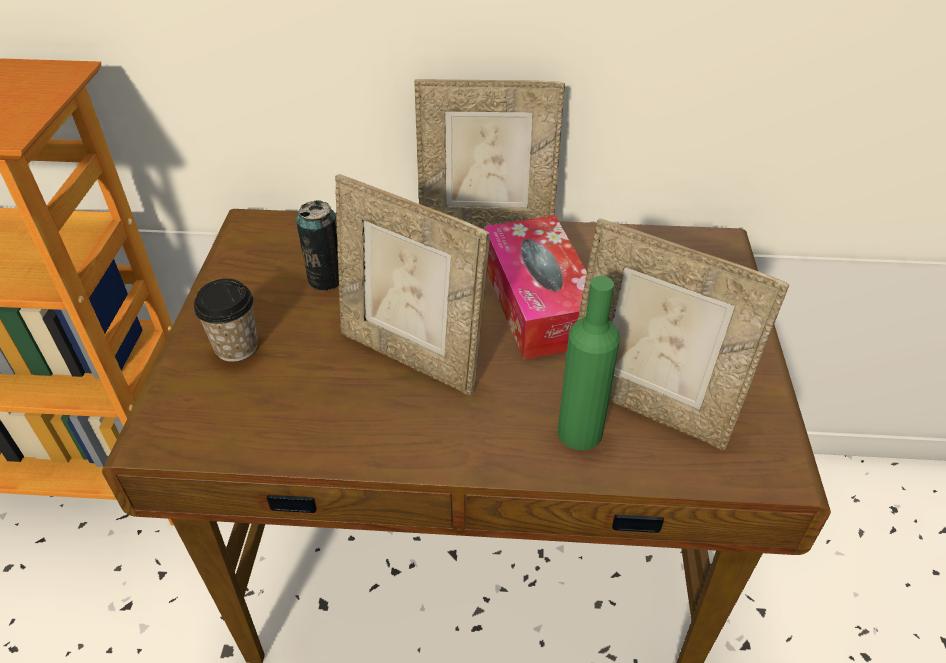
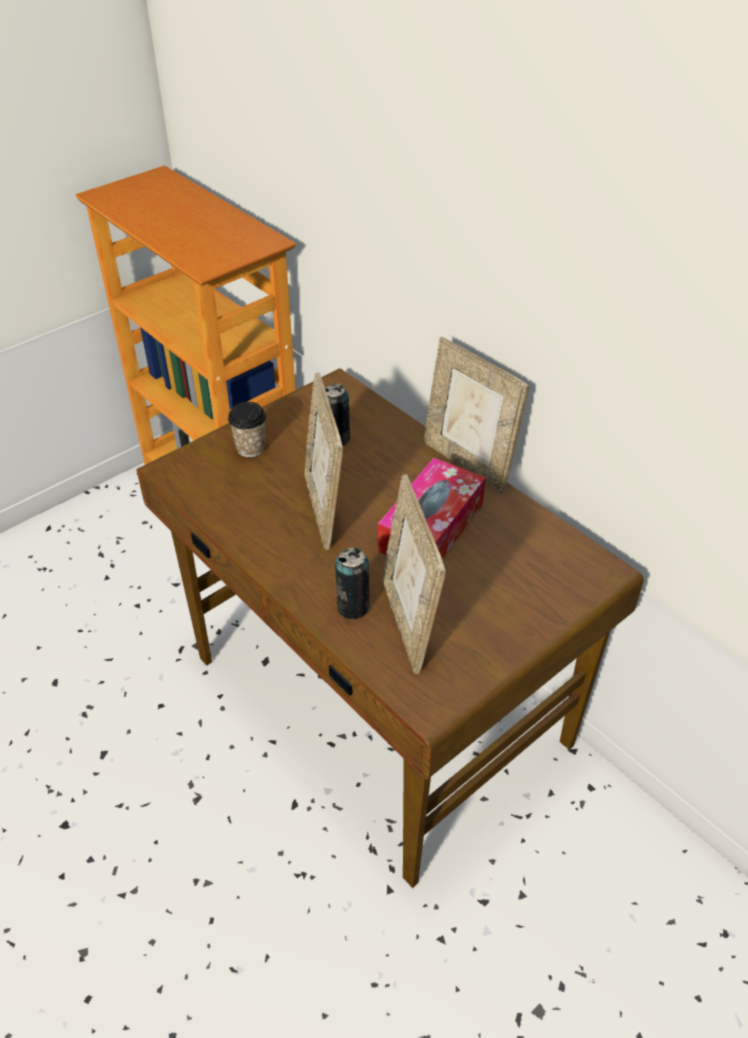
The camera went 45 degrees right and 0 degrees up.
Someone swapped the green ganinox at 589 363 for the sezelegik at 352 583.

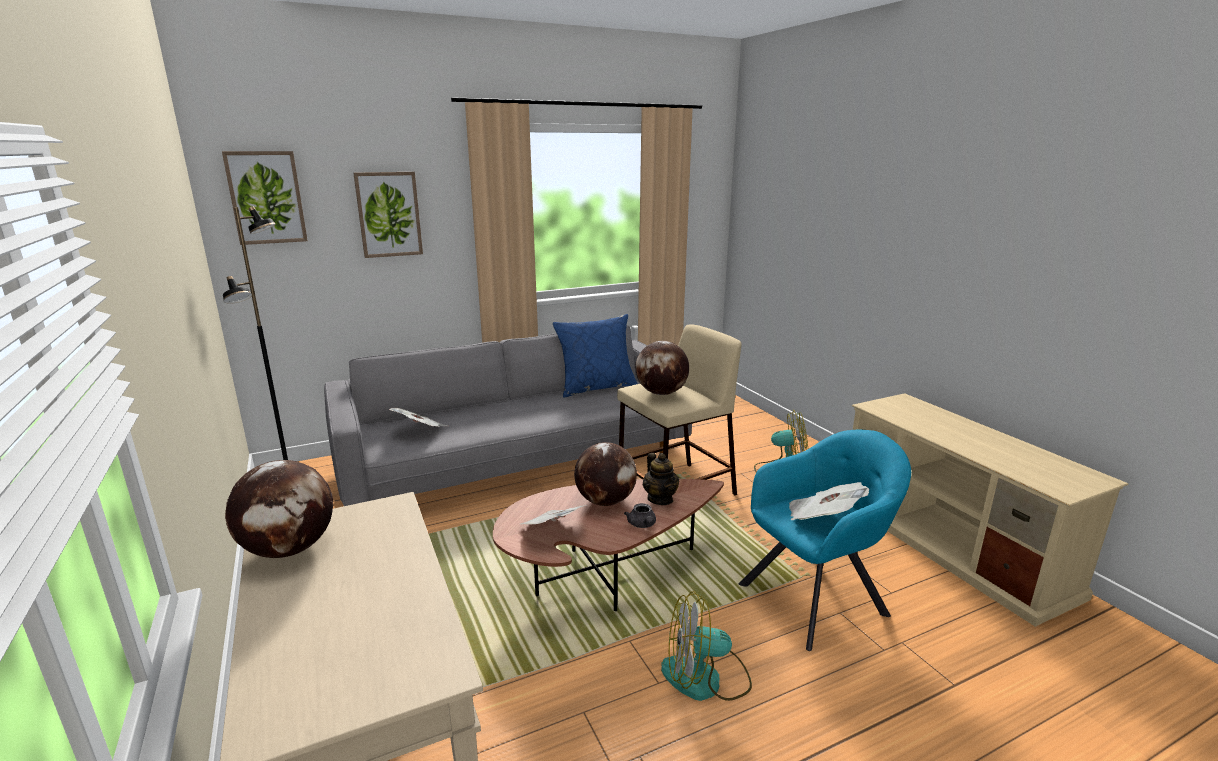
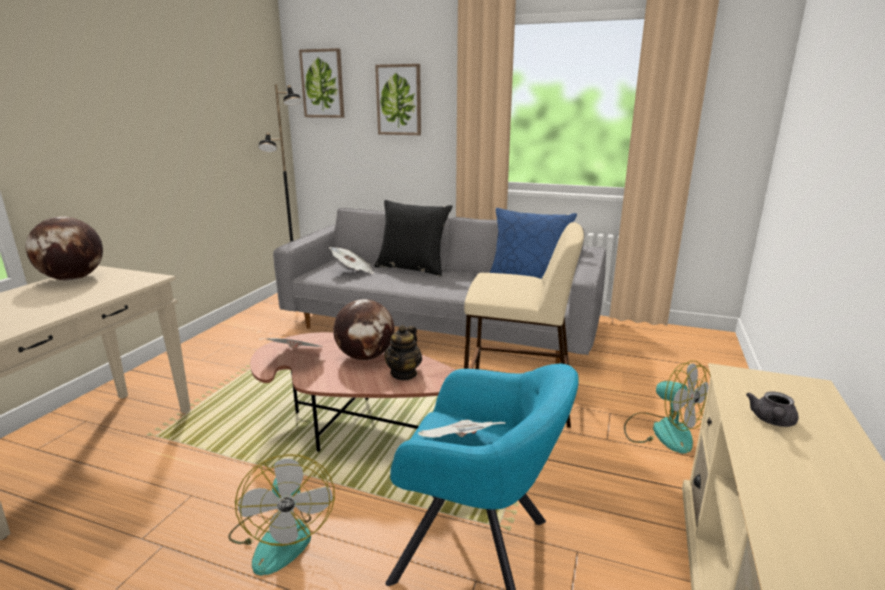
The camera went 45 degrees right and 0 degrees up.
Someone carried the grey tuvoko from 640 515 to 772 409.
Someone took away the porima at 662 368.
Someone rotated the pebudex at 706 646 by 150 degrees counterclockwise.
Someone put down the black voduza at 413 238.

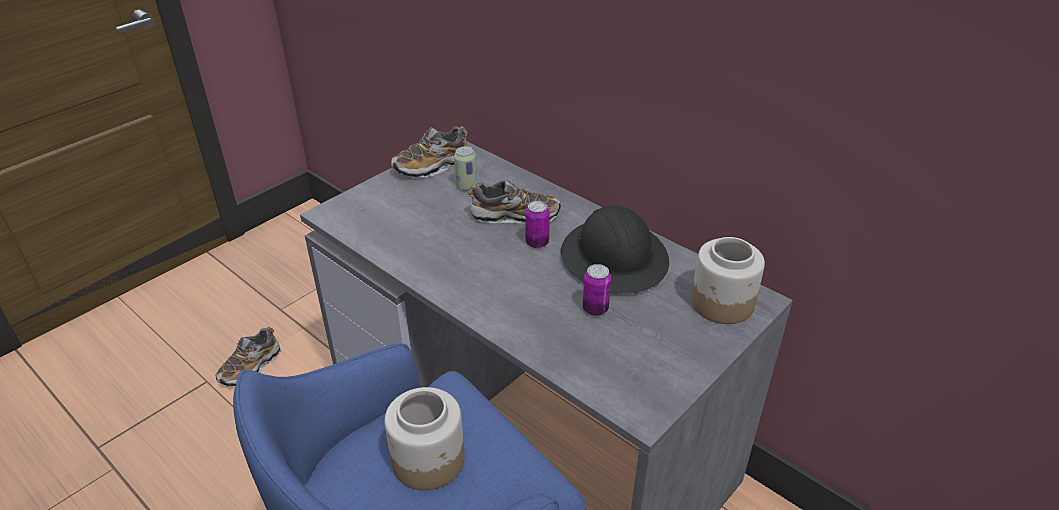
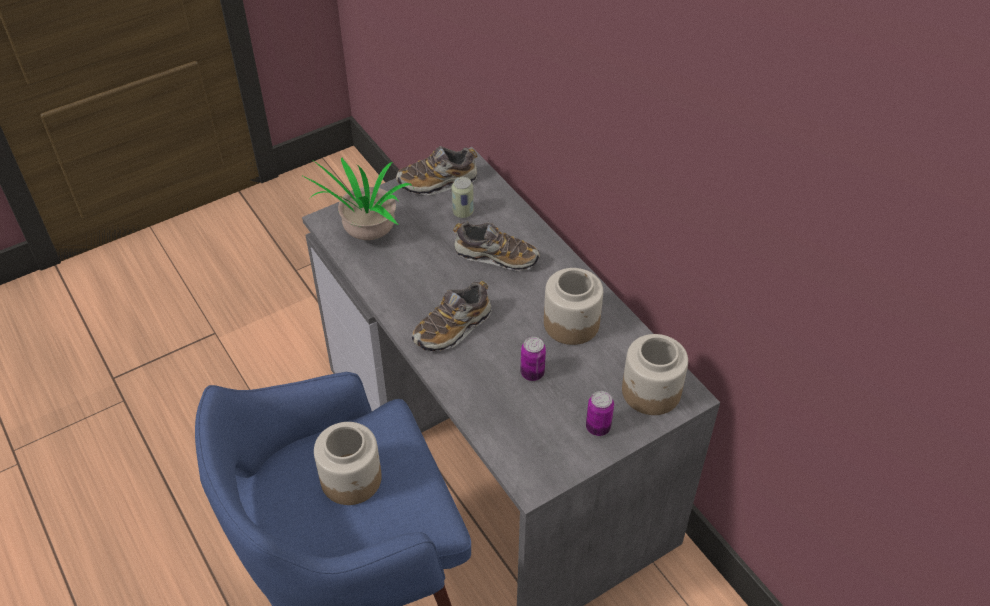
The camera went 15 degrees right and 10 degrees up.
Someone carried the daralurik from 248 356 to 452 316.
Someone carried the sezelegik from 537 224 to 600 413.
Someone swapped the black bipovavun at 615 249 for the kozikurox at 573 306.
Someone put down the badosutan at 356 199.

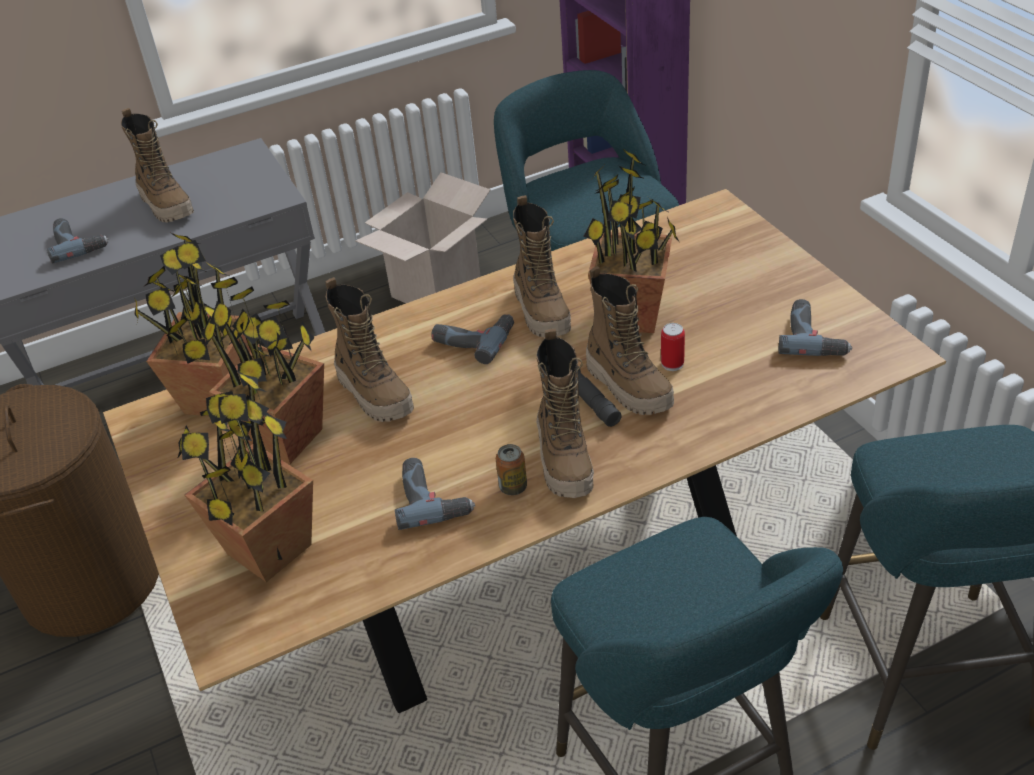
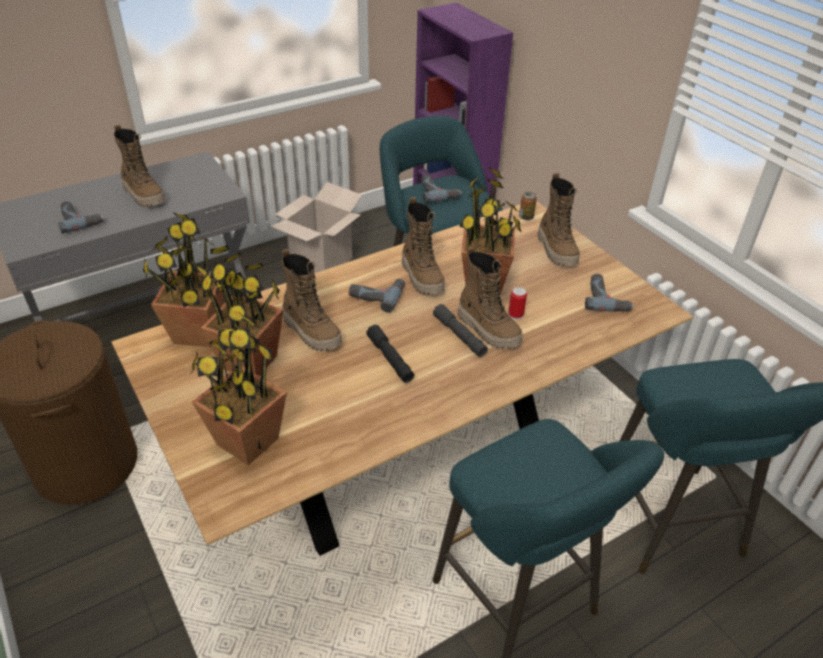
The camera went 10 degrees left and 0 degrees up.
Someone carried the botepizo from 435 494 to 441 188.
Someone carried the sezelegik from 511 469 to 528 206.
Someone carried the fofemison from 565 413 to 559 219.
Someone put down the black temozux at 390 354.

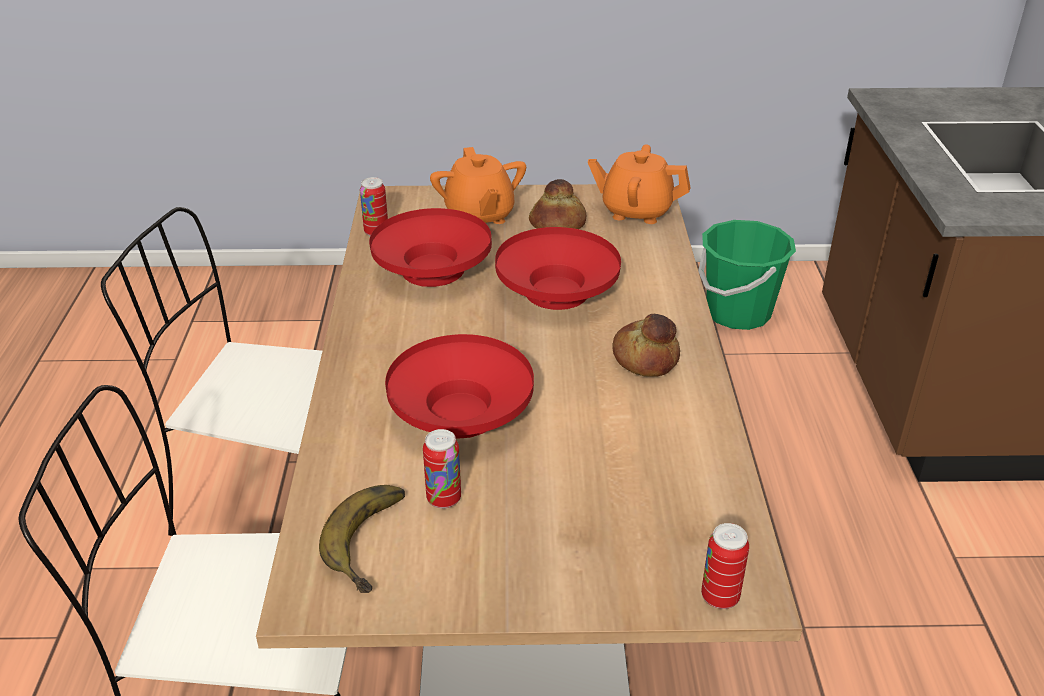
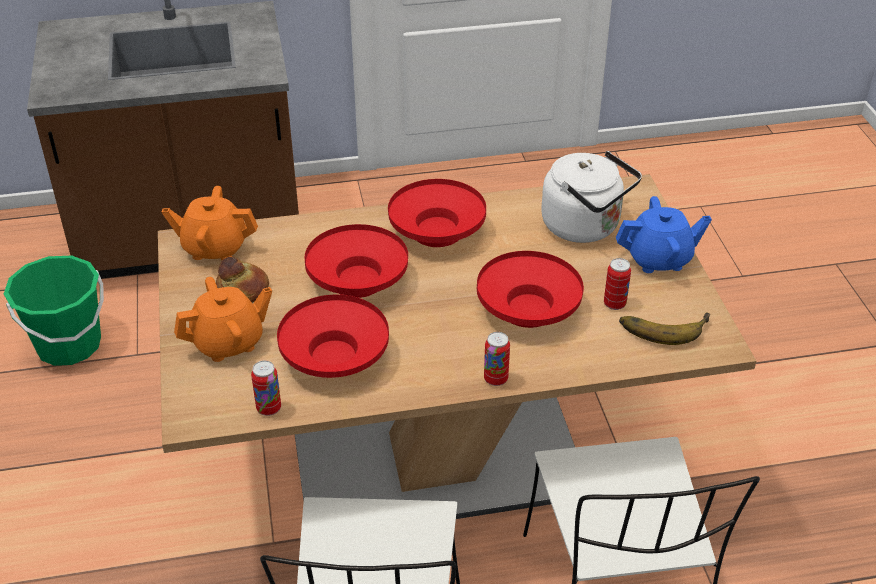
The camera went 100 degrees left and 5 degrees up.
Someone rotated the orange tuvoko at 639 184 by 90 degrees clockwise.
Someone swapped the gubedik at 646 345 for the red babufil at 437 213.
Someone carried the sezelegik from 725 566 to 497 359.
Someone put down the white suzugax at 591 197.
Someone put down the blue tuvoko at 664 234.

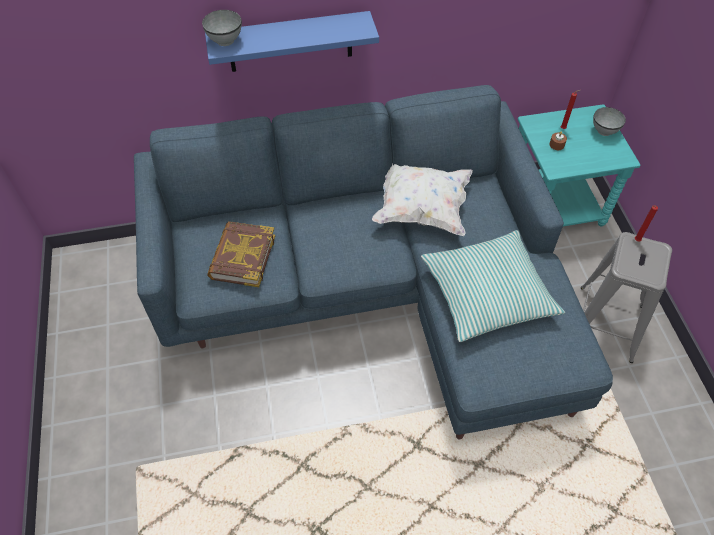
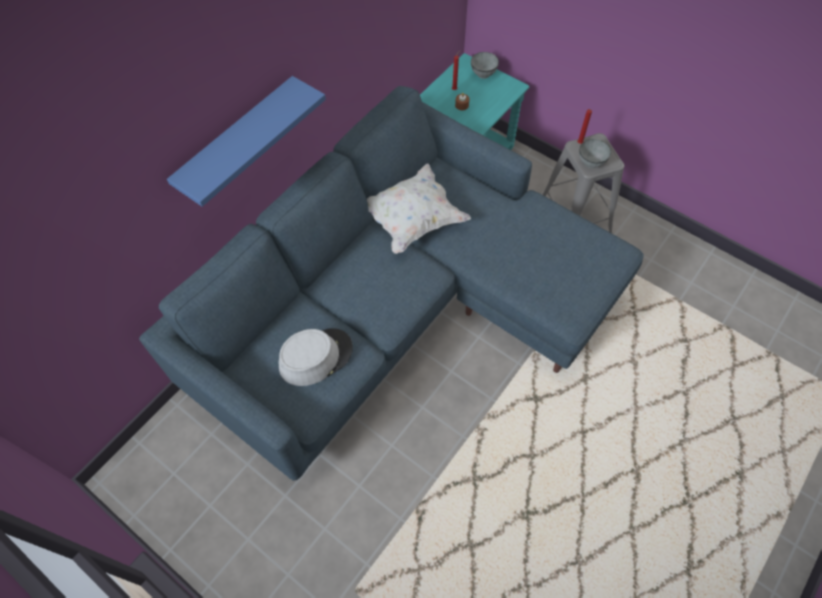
The camera went 40 degrees left and 5 degrees up.
Someone carried the grey babufil from 222 28 to 595 153.
Someone swapped the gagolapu at 241 254 for the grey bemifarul at 316 357.
Someone took away the voduza at 493 286.

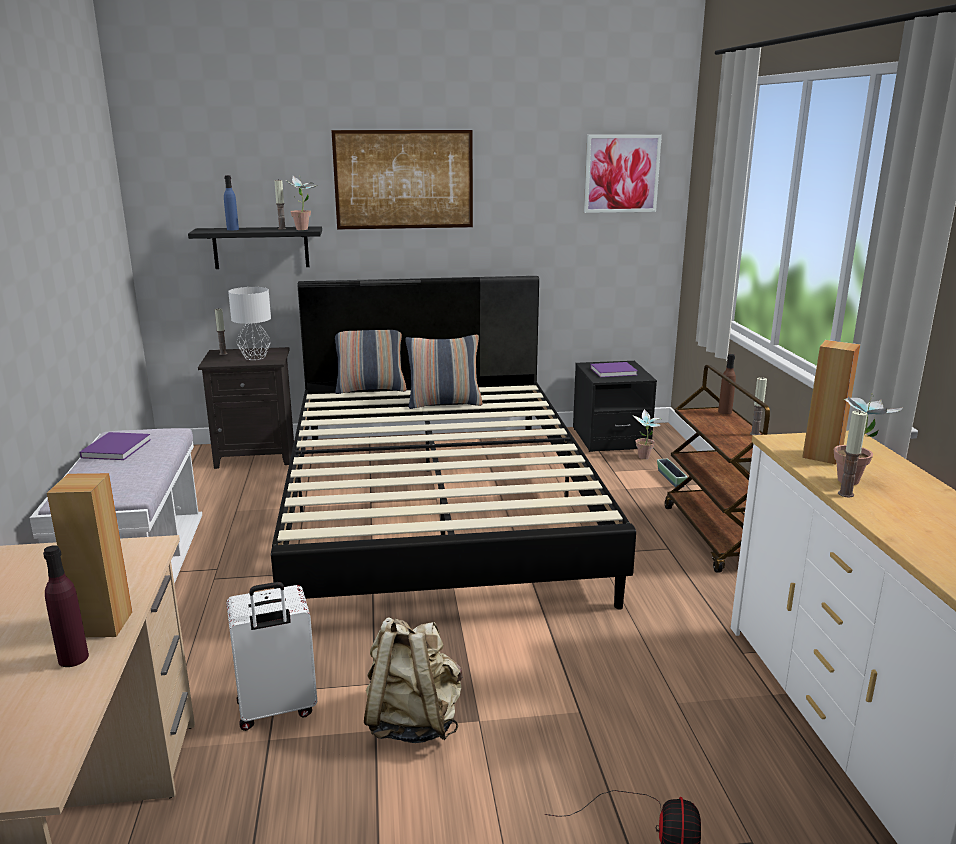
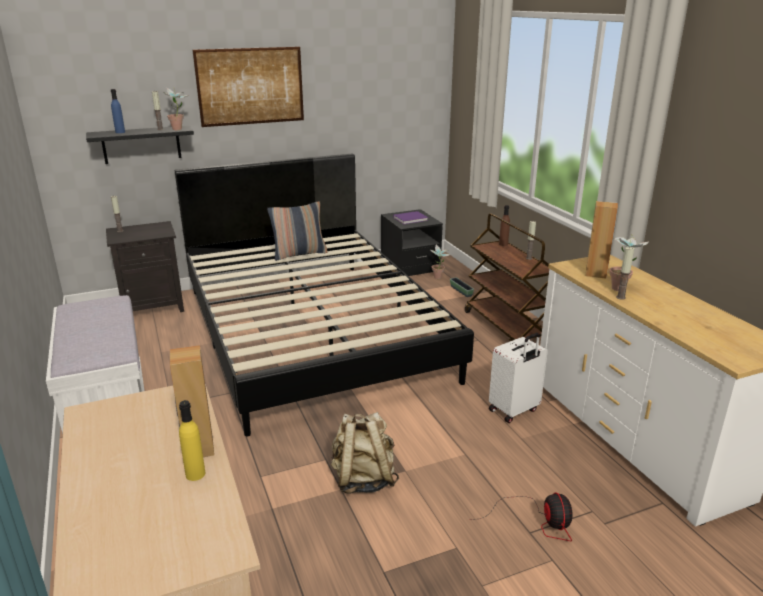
The camera went 15 degrees left and 5 degrees up.
Someone repainted the purple ganinox at 66 606, which became the yellow ganinox at 192 440.
Someone took away the purple gagolapu at 115 446.
Someone carried the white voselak from 271 656 to 518 378.
Someone took away the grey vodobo at 249 323.
Someone took away the voduza at 371 362.
Someone took away the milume at 623 174.

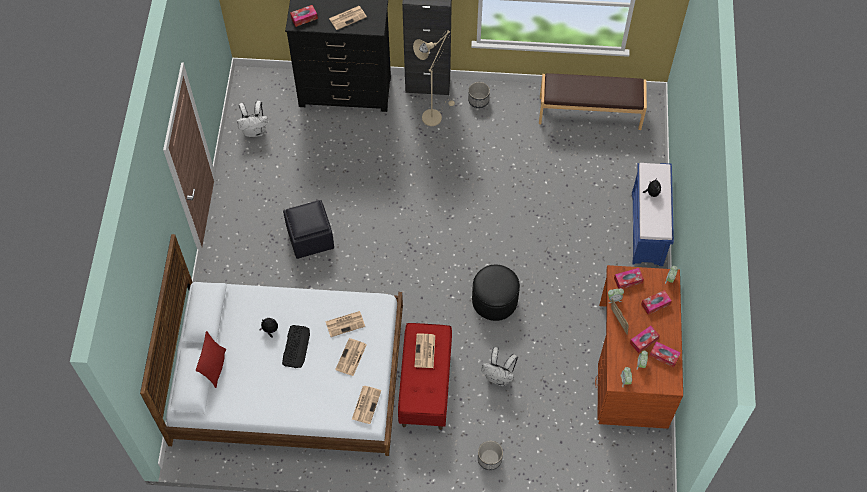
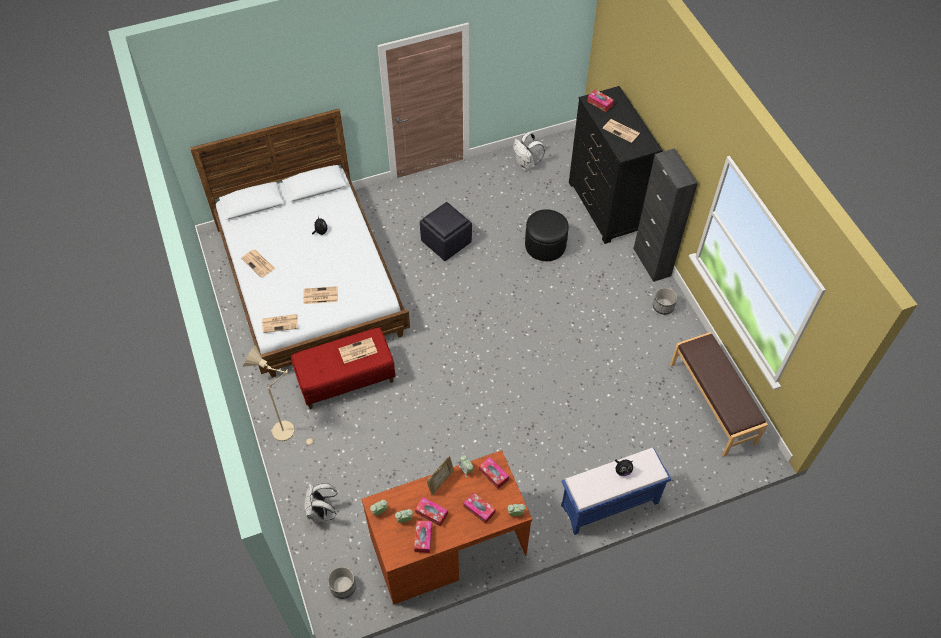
The camera went 65 degrees right and 5 degrees down.
Someone took away the red voduza at 211 359.
Someone took away the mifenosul at 296 346.
Someone carried the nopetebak from 345 324 to 258 264.
Someone carried the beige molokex from 434 78 to 280 395.
Someone carried the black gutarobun from 496 293 to 547 235.
Someone carried the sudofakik from 490 455 to 342 583.
Someone carried the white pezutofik from 499 366 to 320 502.

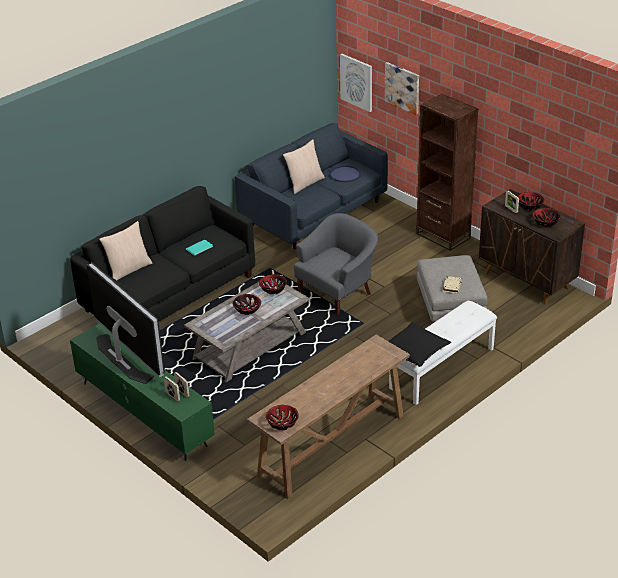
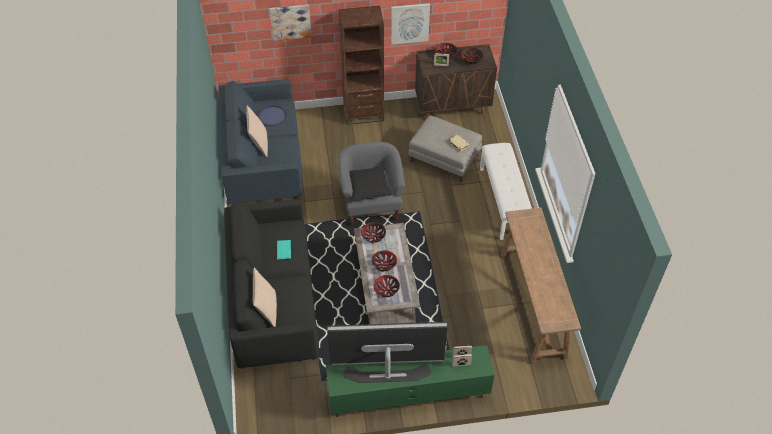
The camera went 55 degrees left and 15 degrees up.
Someone carried the babufil from 282 417 to 387 286.
Someone carried the milume from 356 83 to 410 24.
Someone carried the black voduza from 419 344 to 370 183.

